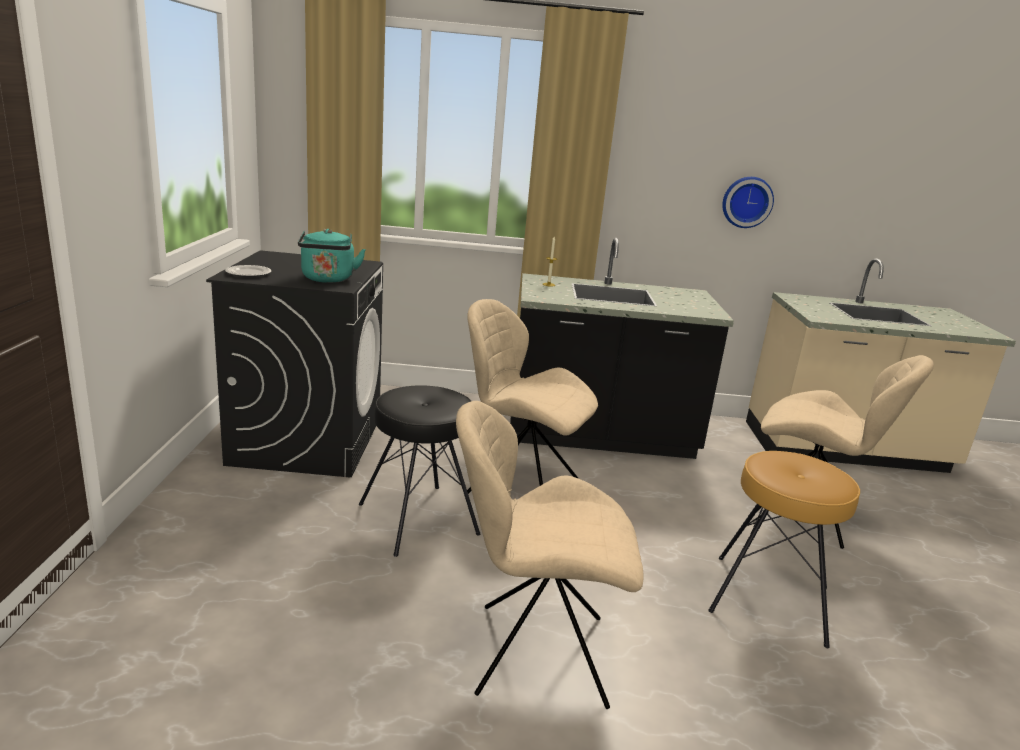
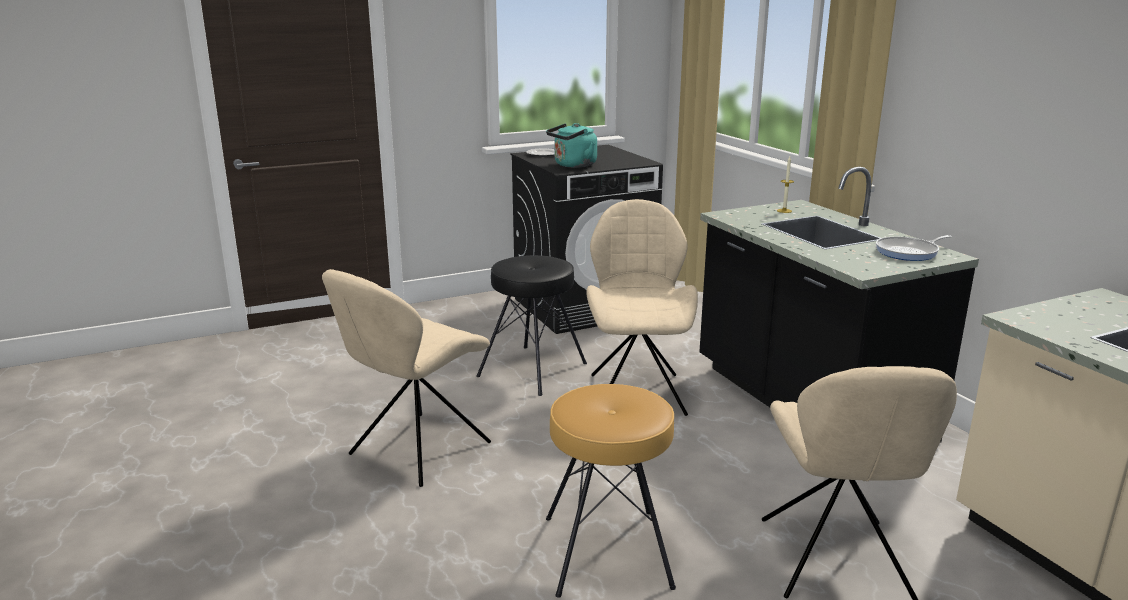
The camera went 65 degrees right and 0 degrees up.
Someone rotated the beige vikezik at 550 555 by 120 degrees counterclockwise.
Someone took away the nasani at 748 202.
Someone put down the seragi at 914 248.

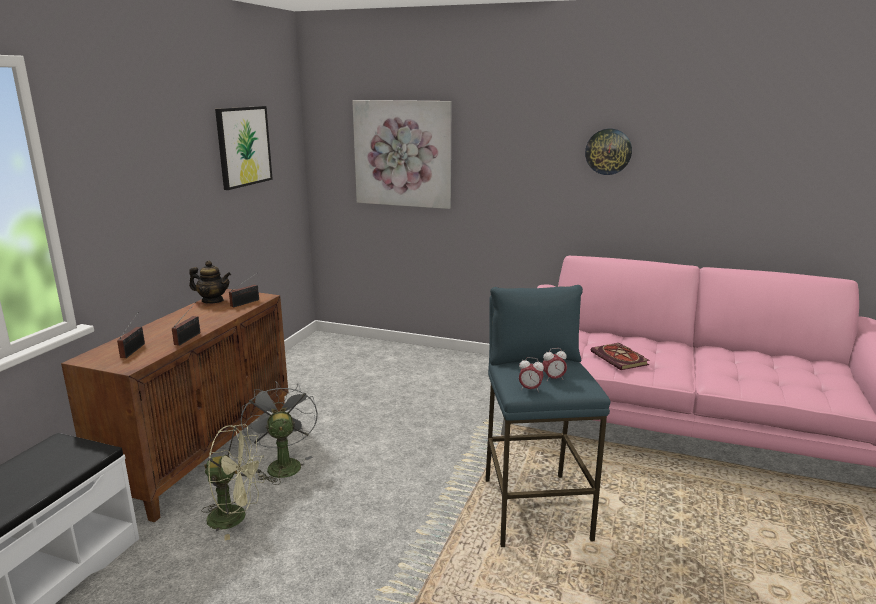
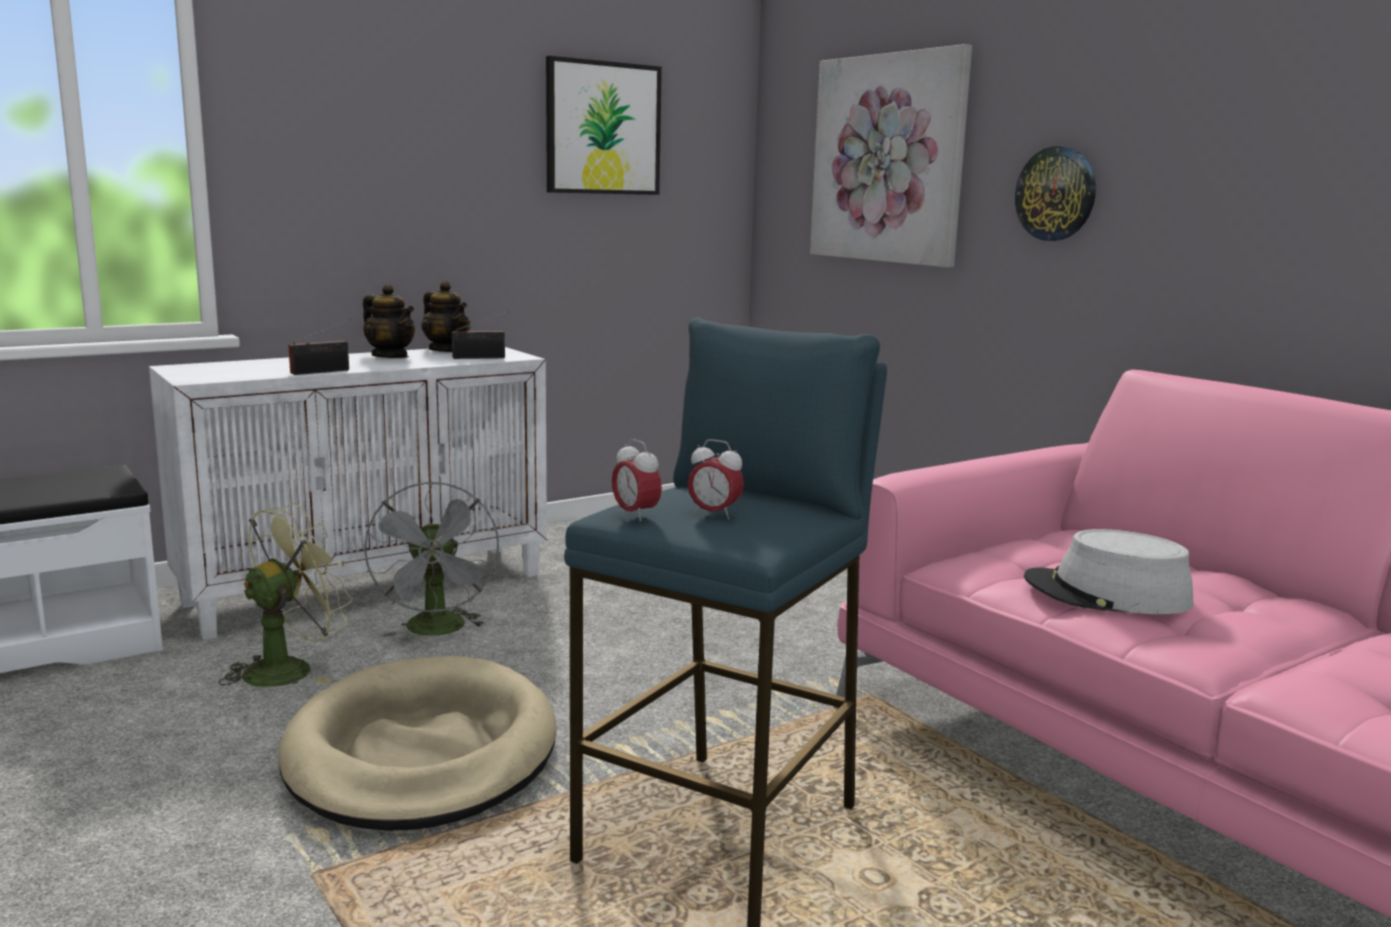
The camera went 35 degrees right and 5 degrees down.
Someone repainted the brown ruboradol at 175 405, which became the white ruboradol at 348 493.
Someone took away the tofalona at 131 335.
Someone rotated the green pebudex at 232 482 by 90 degrees counterclockwise.
Someone rotated the grey pebudex at 279 433 by 150 degrees clockwise.
Someone carried the nasani from 608 152 to 1055 193.
Someone swapped the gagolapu at 620 356 for the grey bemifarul at 1109 571.
Someone put down the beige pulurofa at 417 743.
Someone put down the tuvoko at 389 321.

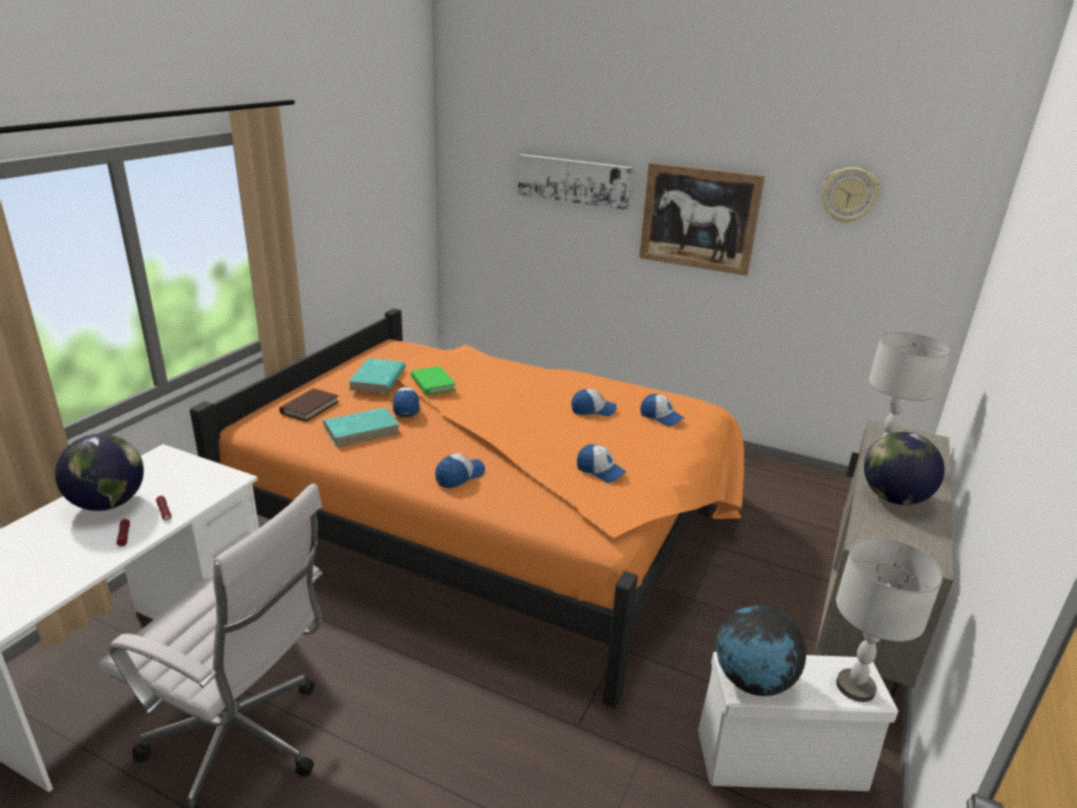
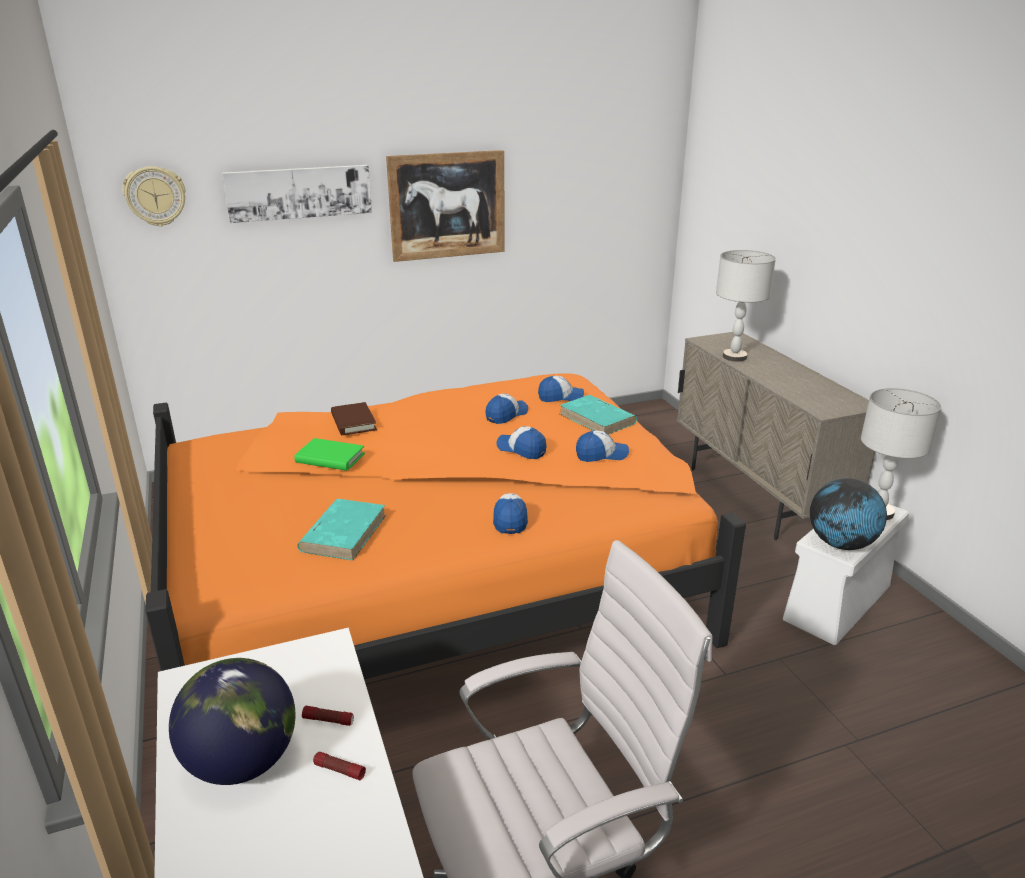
The camera went 45 degrees left and 0 degrees up.
Someone carried the brown gagolapu from 309 405 to 354 418.
Someone carried the turquoise gagolapu from 377 375 to 598 415.
Someone carried the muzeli from 406 402 to 521 442.
Someone carried the nasani from 851 195 to 154 196.
Someone took away the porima at 904 468.

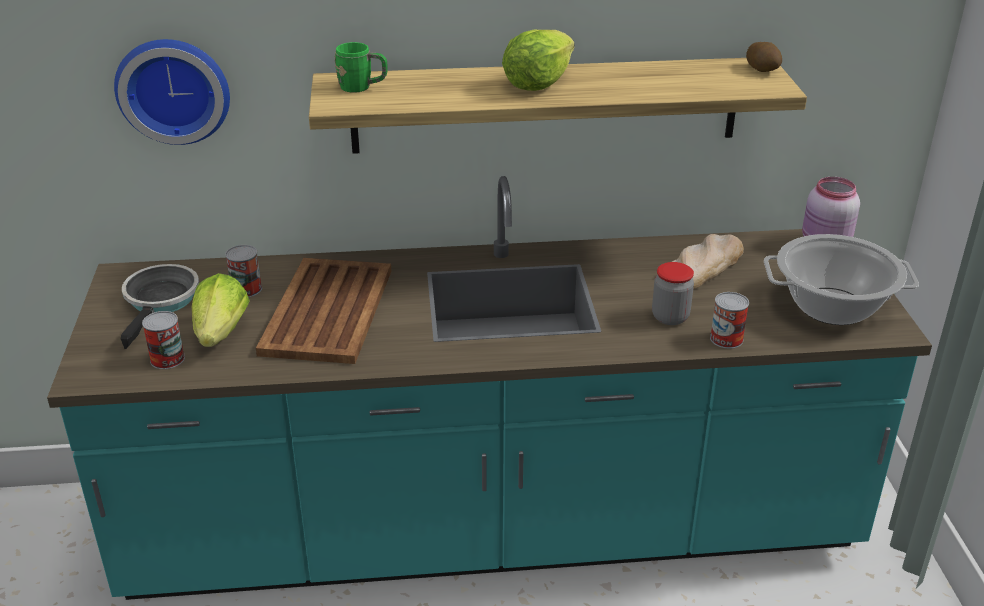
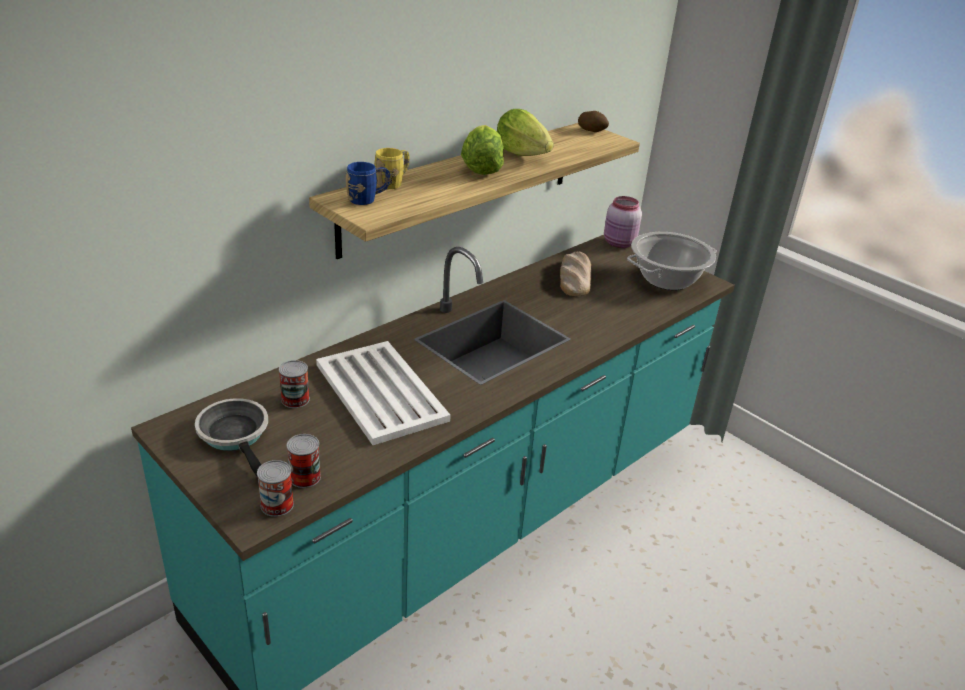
The camera went 40 degrees left and 0 degrees up.
Someone took away the nasani at 172 92.
Someone carried the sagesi from 221 310 to 525 132.
Someone repainted the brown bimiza at 323 311, which became the white bimiza at 383 393.
Someone repainted the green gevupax at 361 67, which became the blue gevupax at 368 183.
Someone took away the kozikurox at 673 293.
Someone carried the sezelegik from 729 320 to 275 488.
Someone put down the yellow gevupax at 391 168.

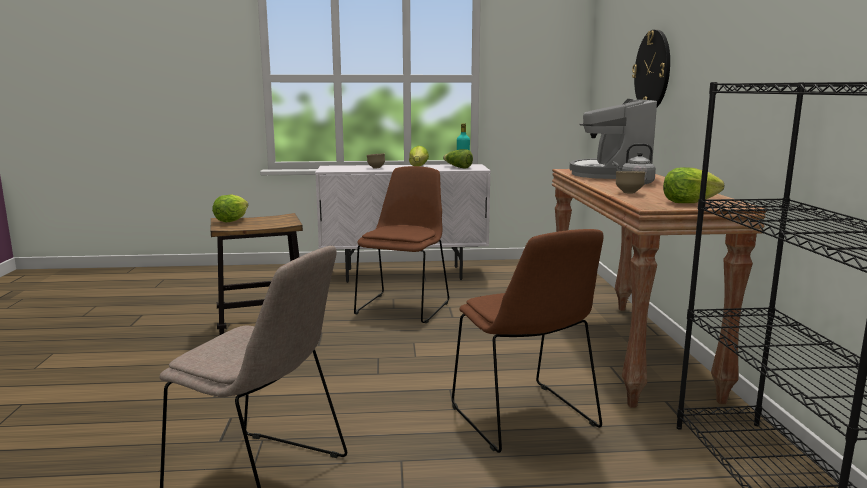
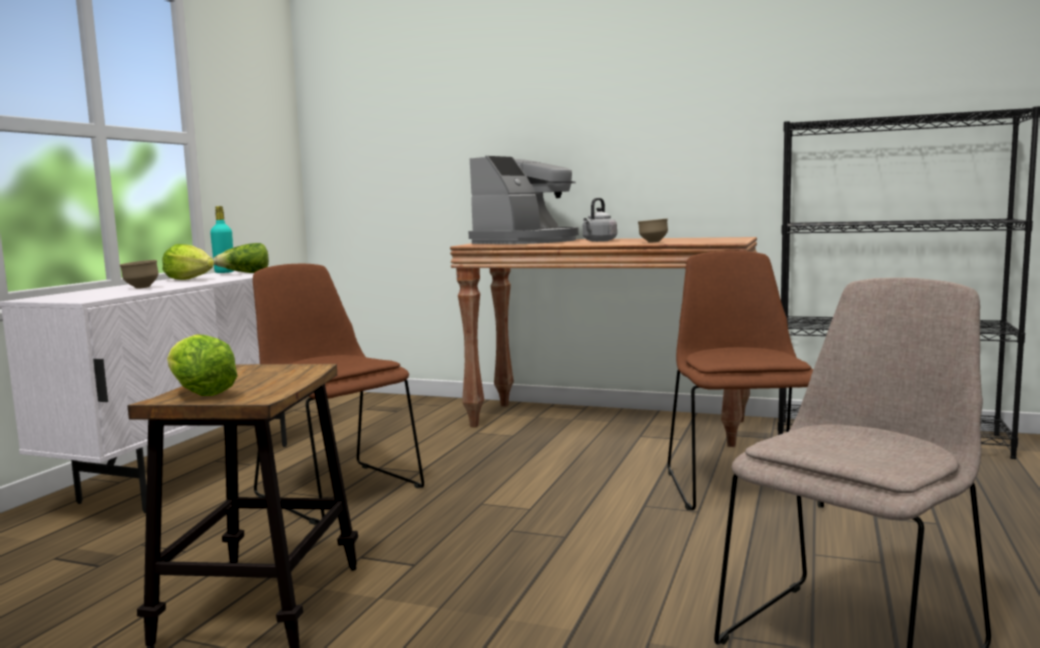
The camera went 65 degrees left and 5 degrees down.
Someone rotated the brown vikezik at 527 341 by 90 degrees counterclockwise.
Someone rotated the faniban at 613 139 by 90 degrees counterclockwise.
Someone took away the nasani at 651 68.
Someone took away the sagesi at 693 185.

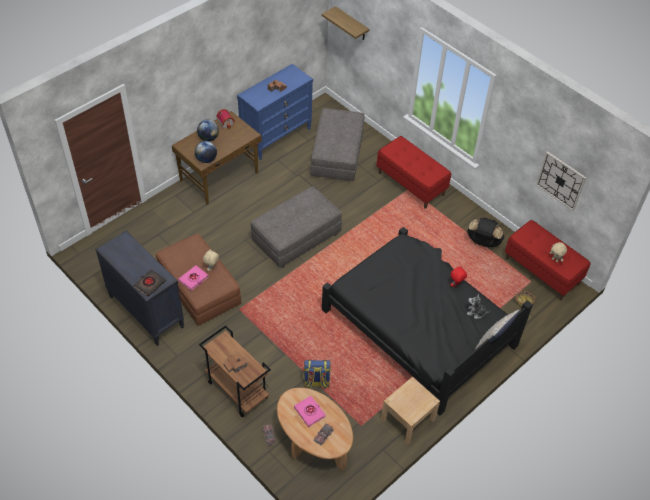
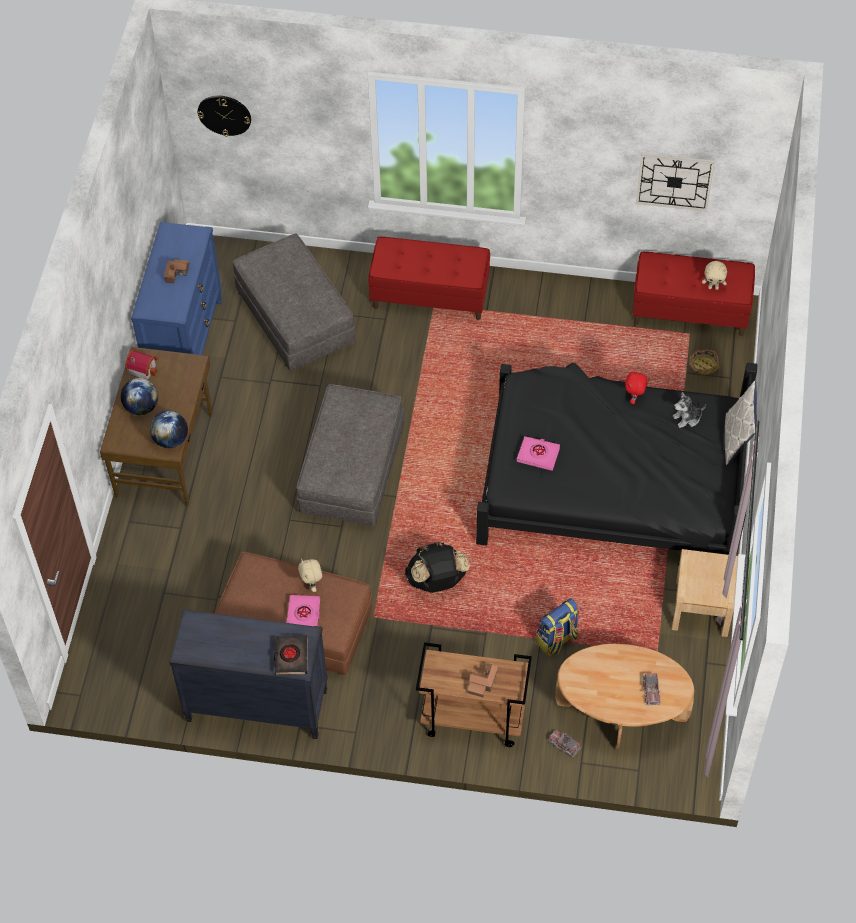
The camera went 35 degrees left and 5 degrees up.
Someone carried the pink gagolapu from 310 411 to 538 453.
Someone swapped the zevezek at 346 23 for the nasani at 224 116.
Someone carried the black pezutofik from 485 232 to 437 567.

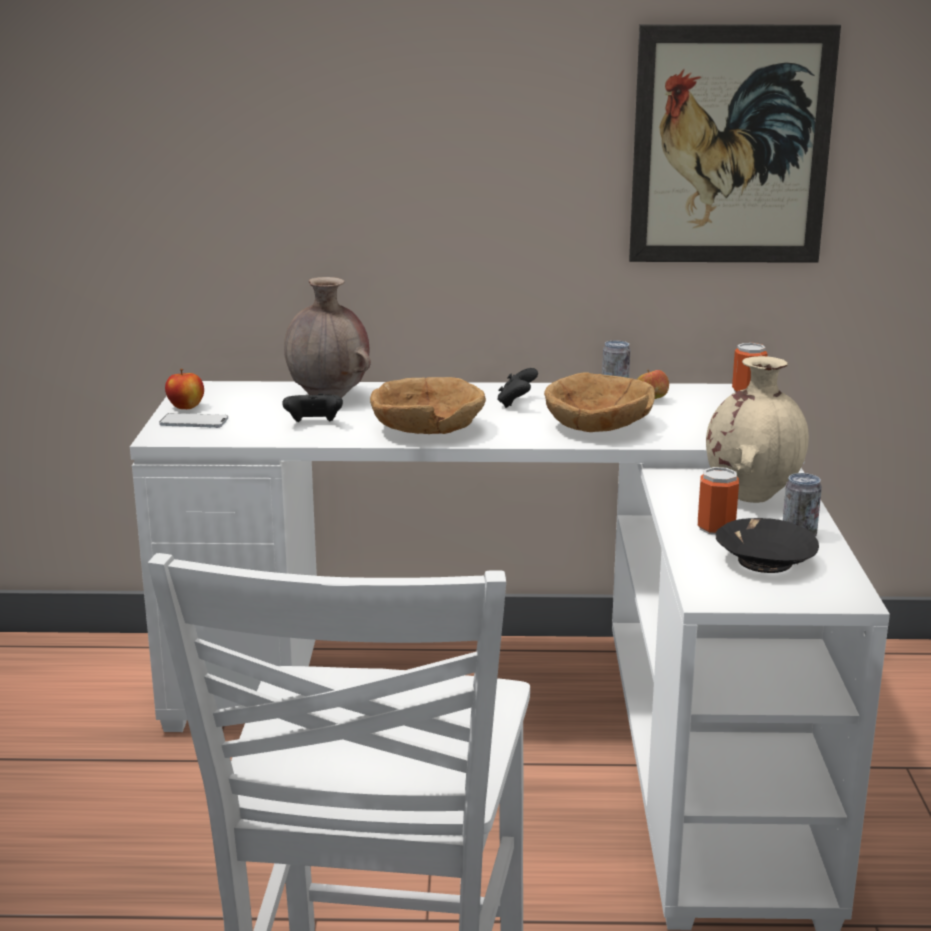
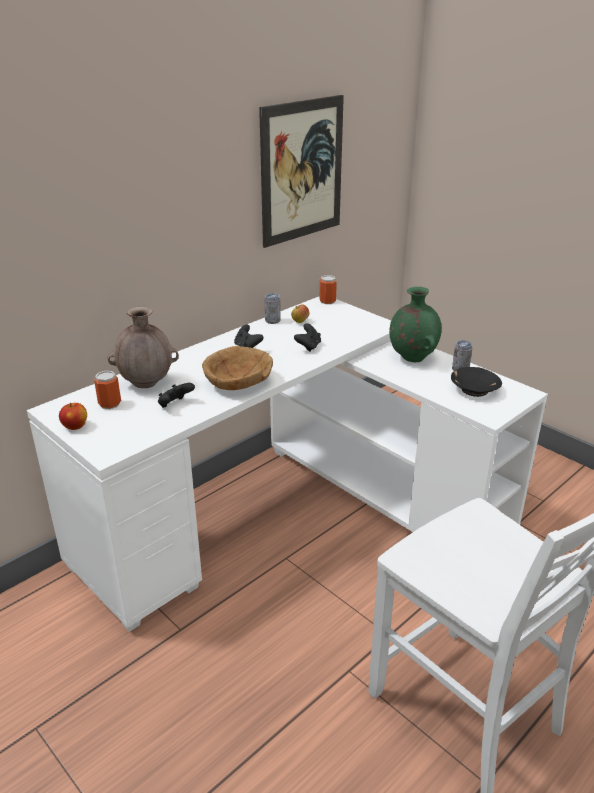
The camera went 45 degrees left and 10 degrees up.
Someone took away the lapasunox at 193 420.
Someone swapped the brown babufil at 599 402 for the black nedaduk at 307 338.
Someone carried the sezelegik from 718 501 to 107 390.
Someone repainted the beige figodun at 757 429, which became the green figodun at 415 324.

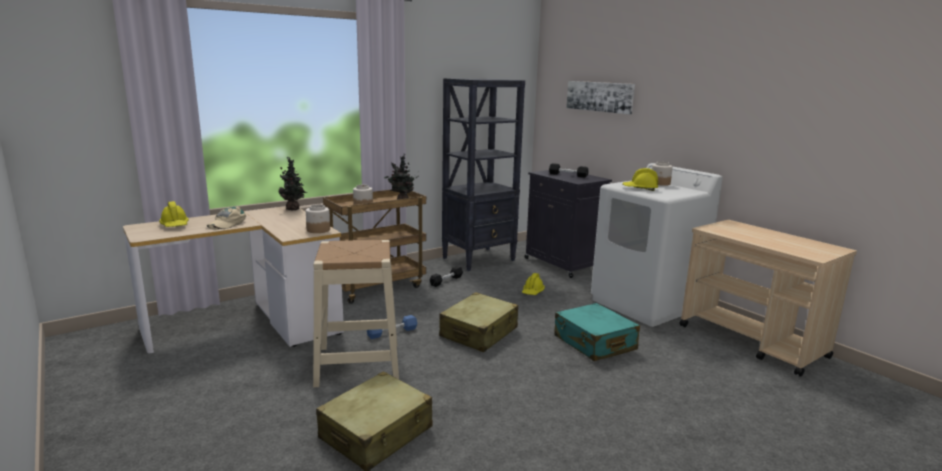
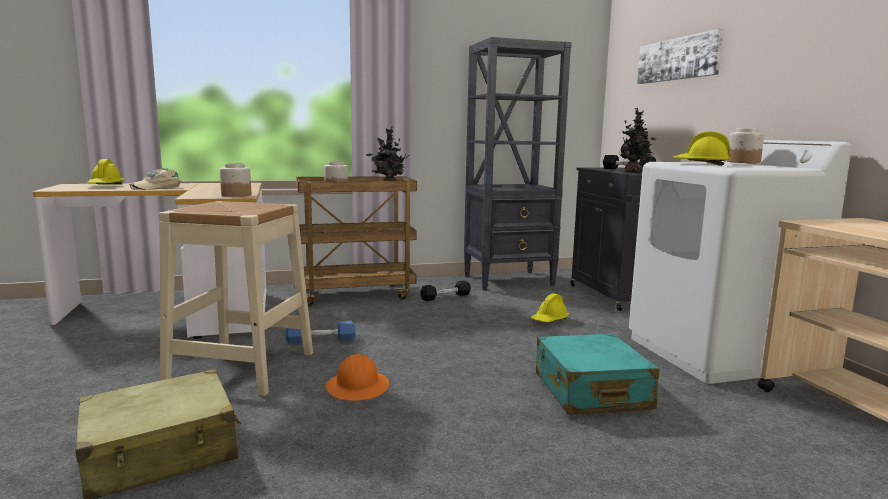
The camera went 20 degrees right and 5 degrees down.
Someone carried the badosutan from 292 183 to 638 140.
Someone took away the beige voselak at 478 322.
Someone put down the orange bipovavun at 357 377.

